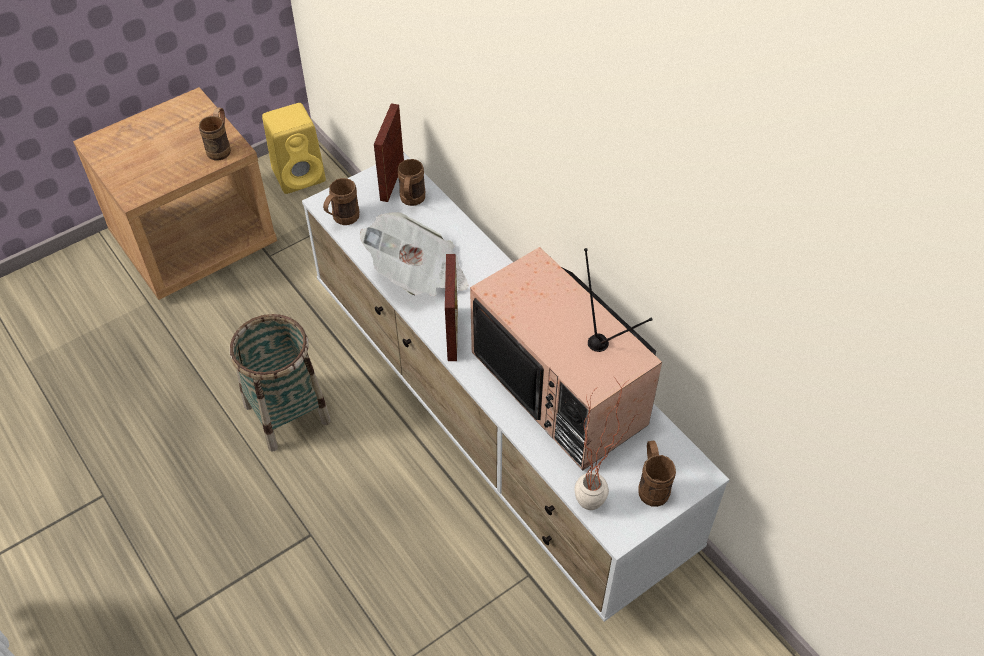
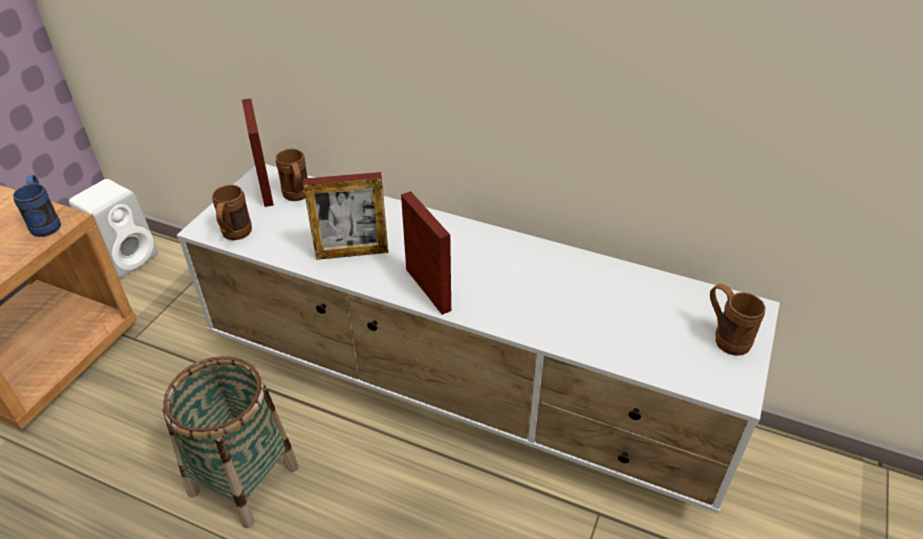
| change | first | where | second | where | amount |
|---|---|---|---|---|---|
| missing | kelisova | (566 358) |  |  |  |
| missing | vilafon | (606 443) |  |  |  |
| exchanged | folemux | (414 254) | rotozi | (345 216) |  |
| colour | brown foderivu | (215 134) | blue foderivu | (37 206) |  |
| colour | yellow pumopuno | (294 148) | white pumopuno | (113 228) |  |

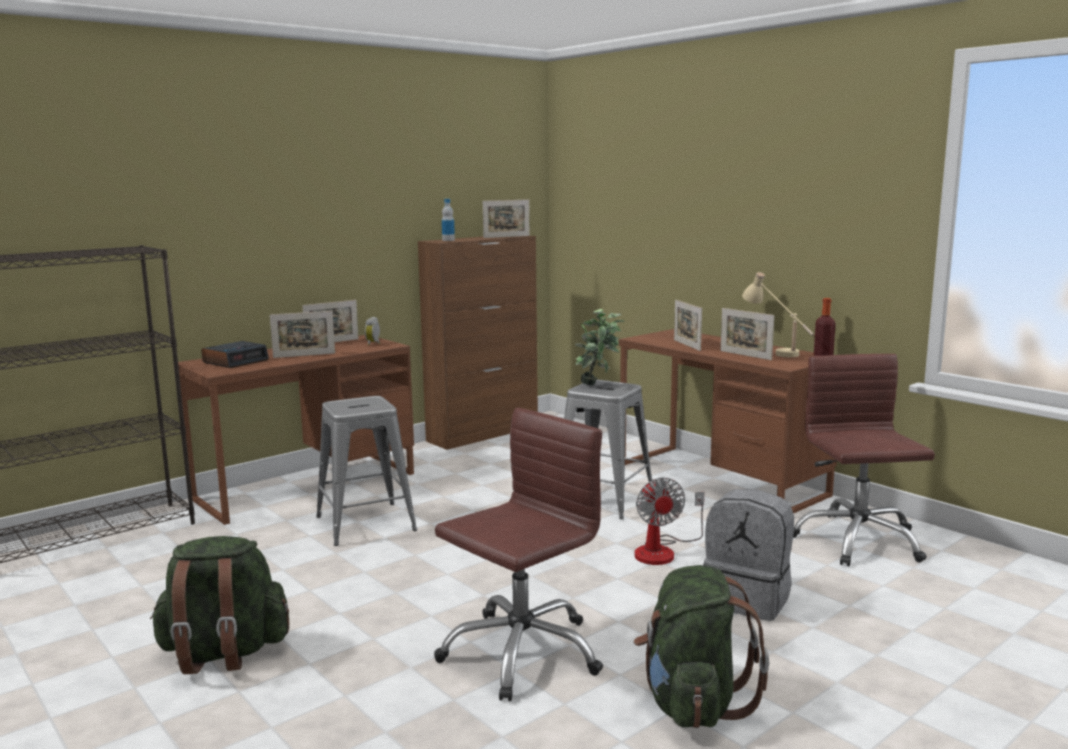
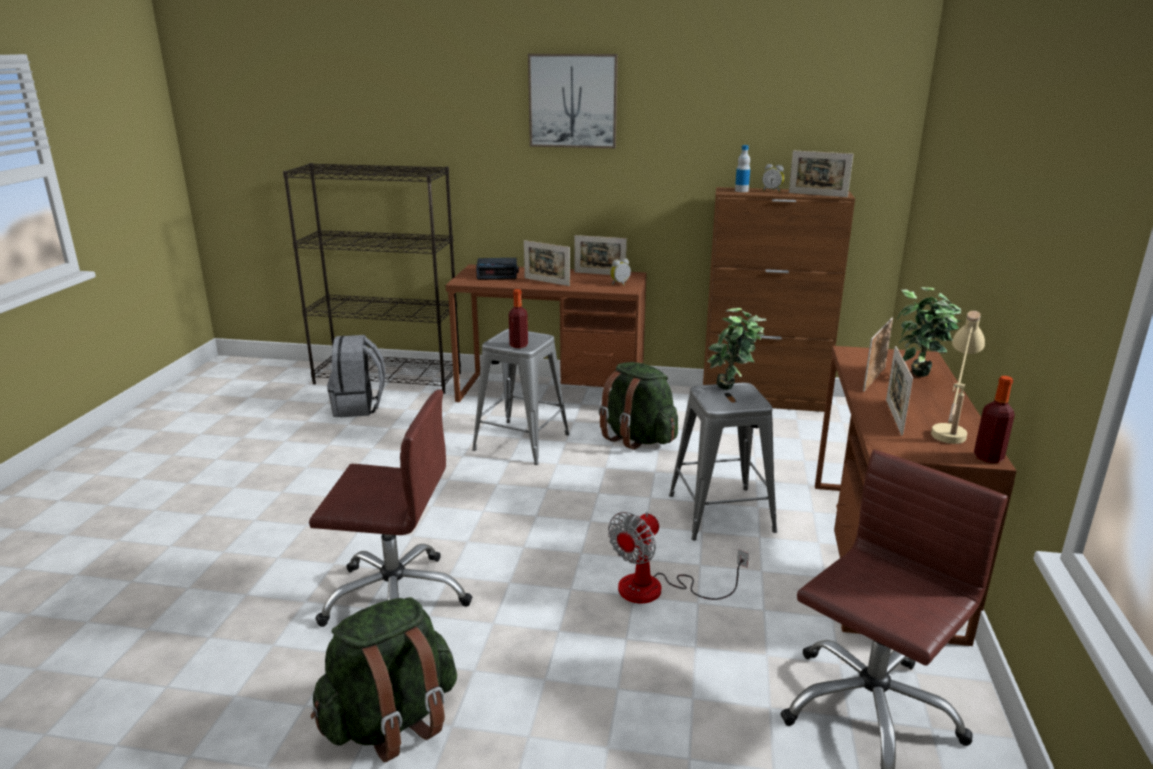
| change | first | where | second | where | amount |
|---|---|---|---|---|---|
| appeared |  |  | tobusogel | (518 318) |  |
| appeared |  |  | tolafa | (573 101) |  |
| appeared |  |  | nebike | (773 178) |  |
| appeared |  |  | vilafon | (929 332) |  |
| relocated | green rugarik | (219 605) |  | (638 406) |  |
| relocated | grey rugarik | (748 555) |  | (356 376) |  |

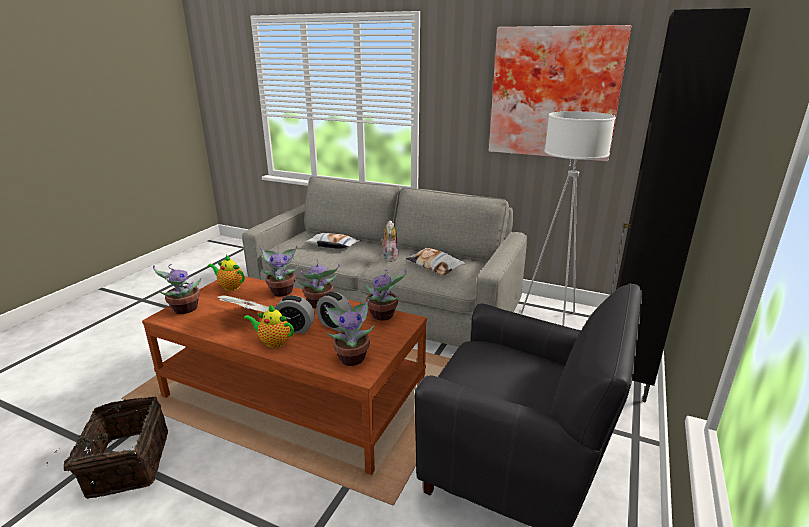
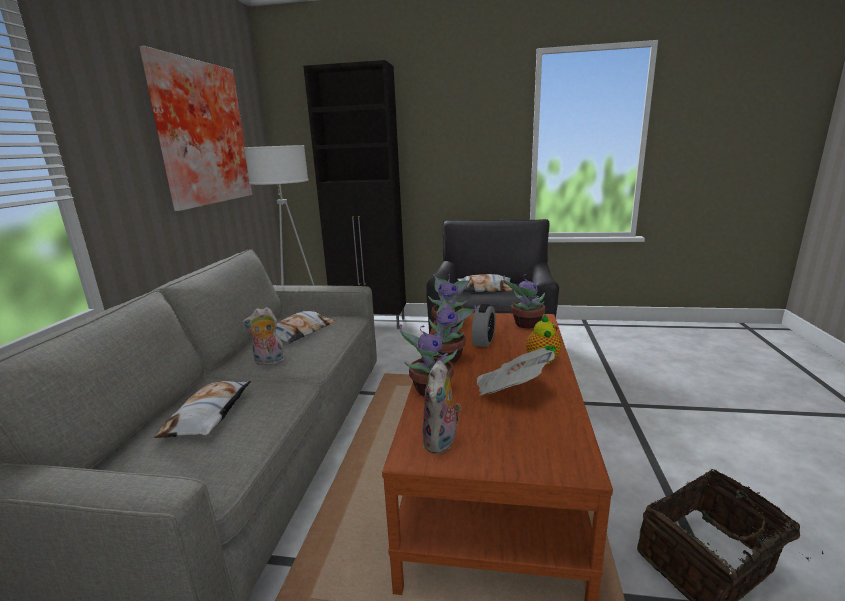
| change | first | where | second | where | amount |
|---|---|---|---|---|---|
| missing | vilafon | (177 289) |  |  |  |
| missing | nebike | (295 314) |  |  |  |
| appeared |  |  | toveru | (485 283) |  |
| exchanged | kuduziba | (226 273) | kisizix | (441 407) |  |

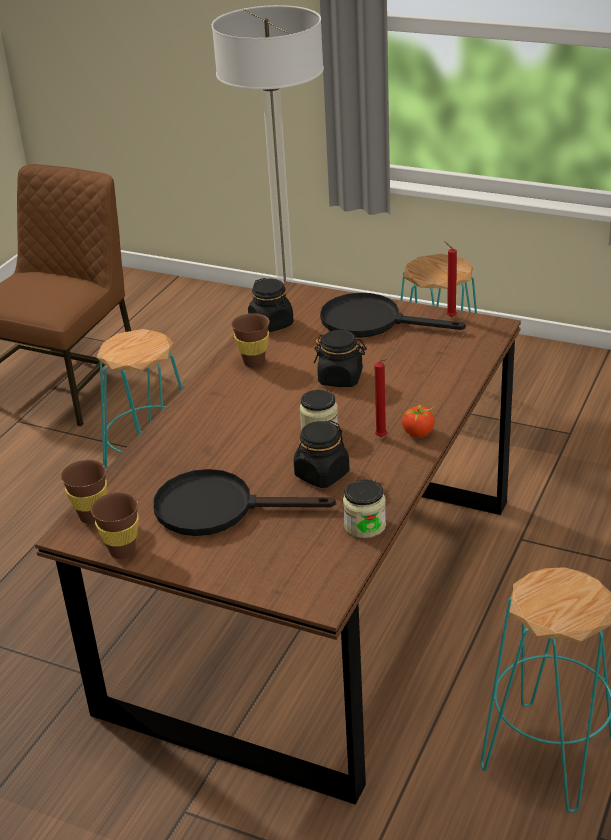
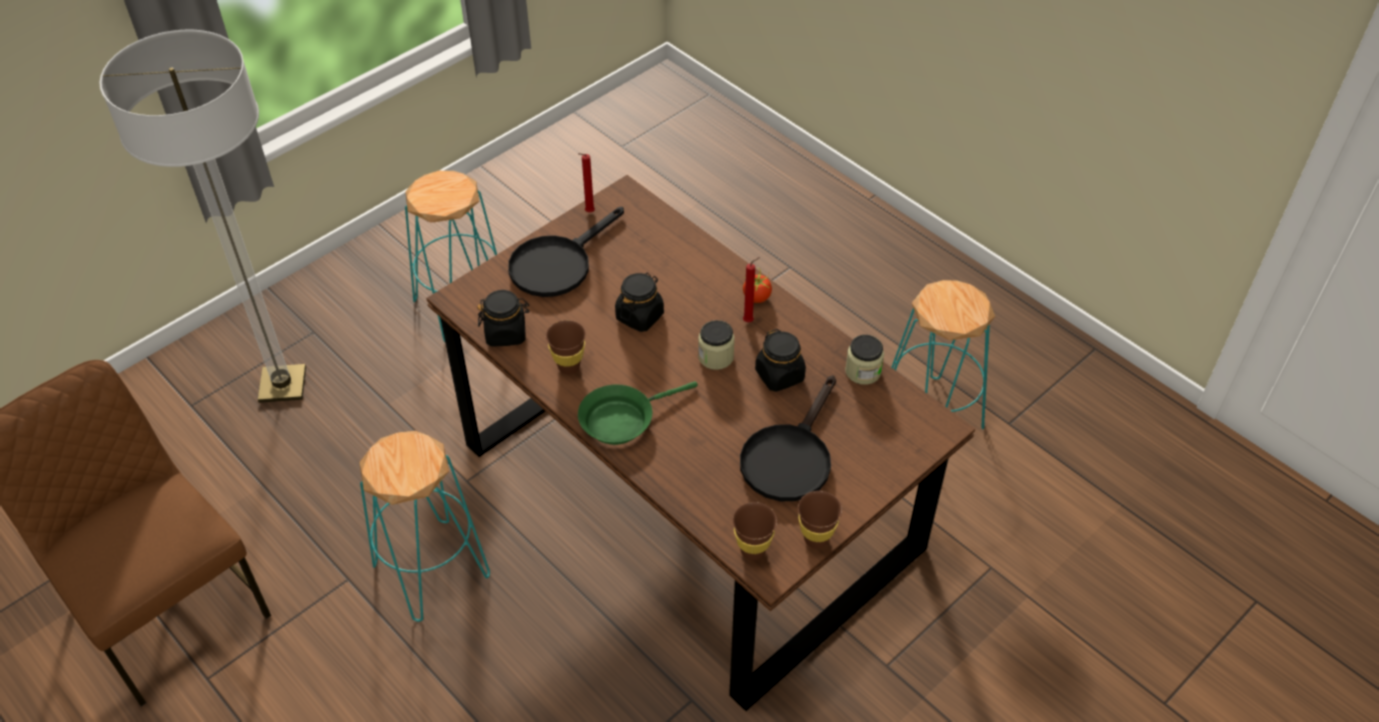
| change | first | where | second | where | amount |
|---|---|---|---|---|---|
| appeared |  |  | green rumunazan | (638 413) |  |

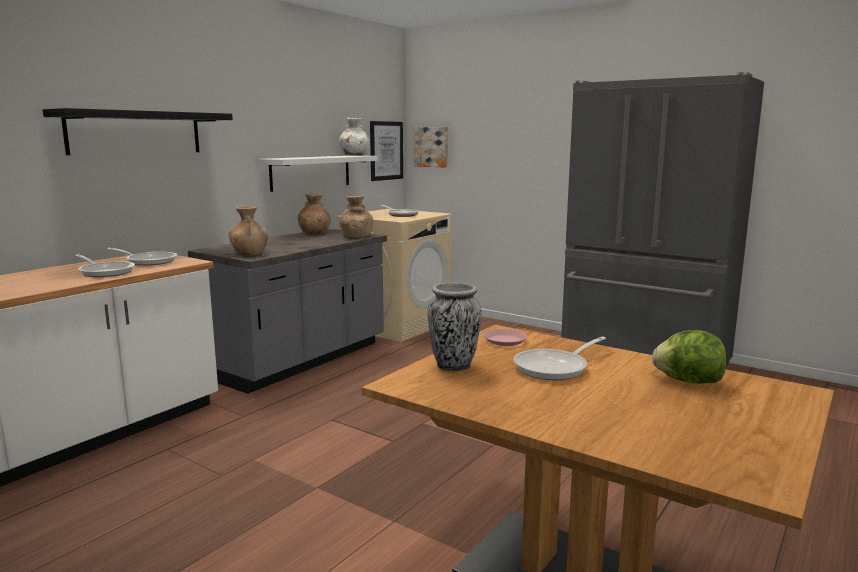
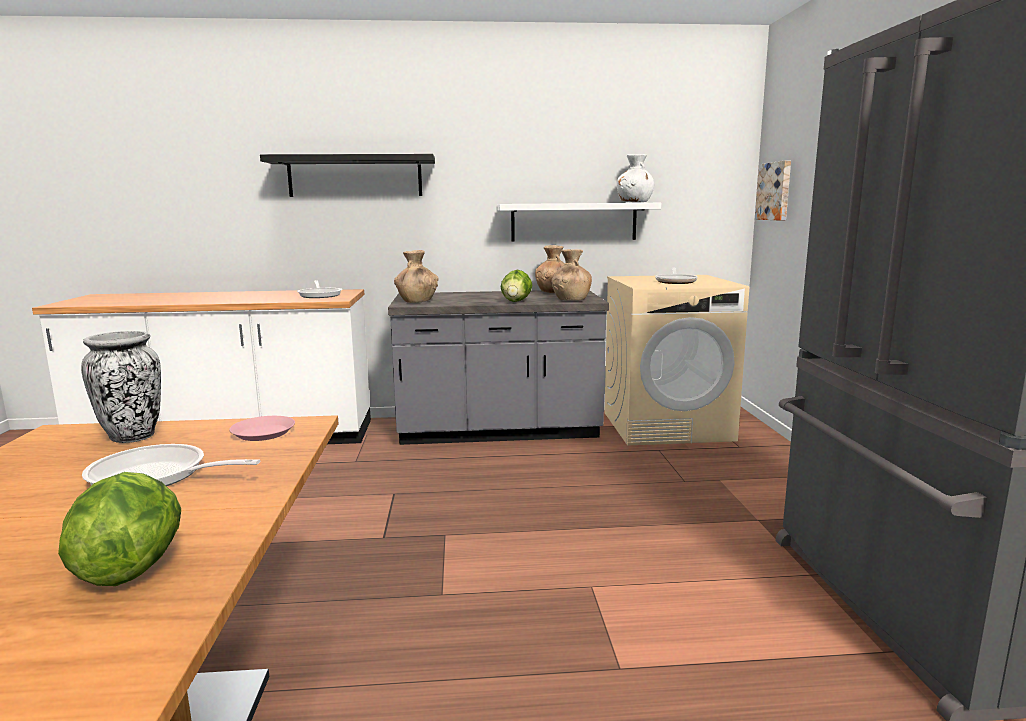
| change | first | where | second | where | amount |
|---|---|---|---|---|---|
| missing | rumunazan | (105 265) |  |  |  |
| missing | tolafa | (386 151) |  |  |  |
| appeared |  |  | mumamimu | (516 286) |  |

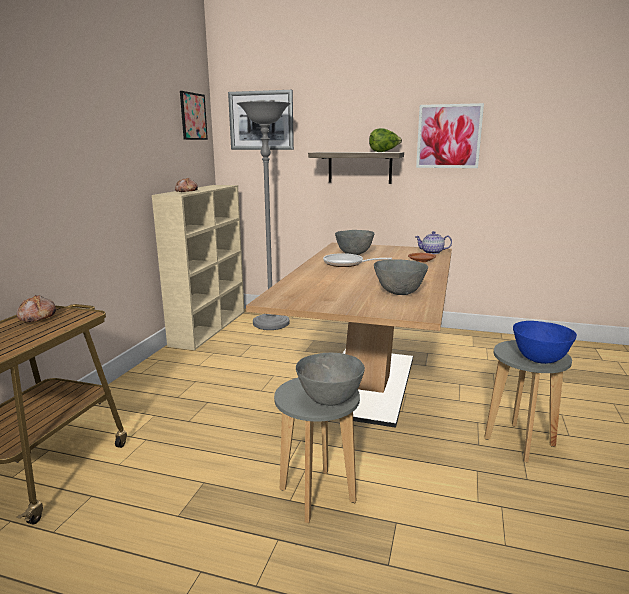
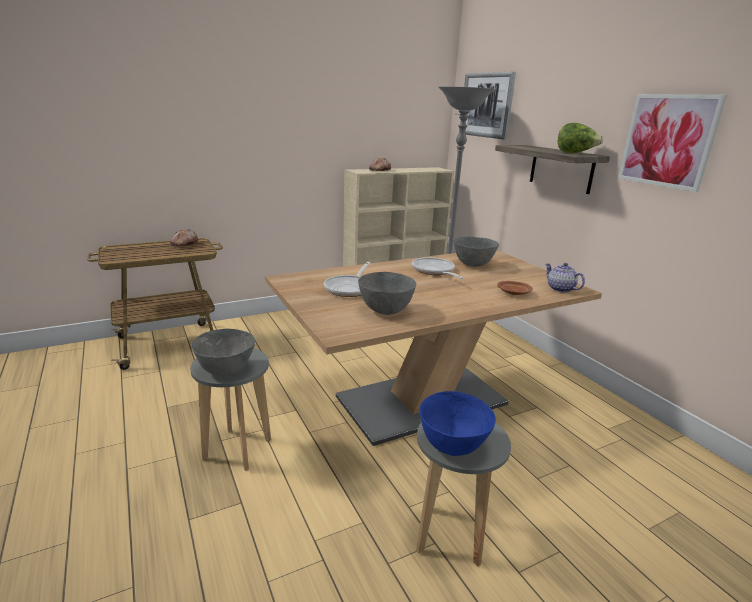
| change | first | where | second | where | amount |
|---|---|---|---|---|---|
| missing | tolafa | (194 115) |  |  |  |
| appeared |  |  | rumunazan | (347 279) |  |

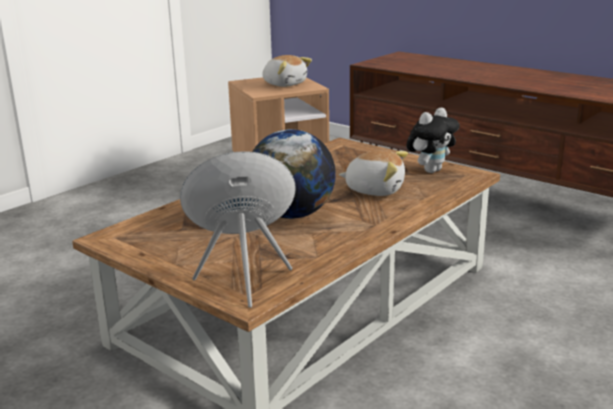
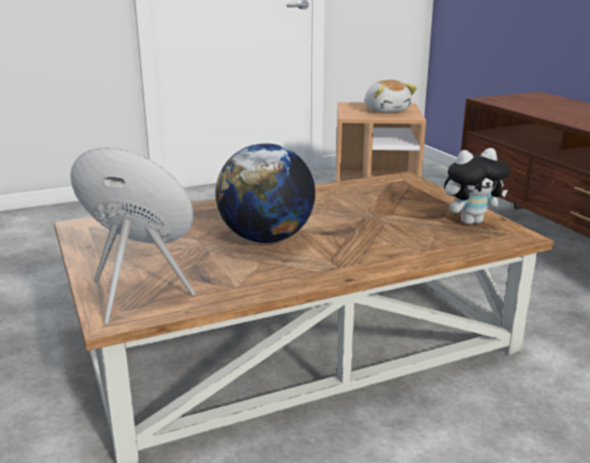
| change | first | where | second | where | amount |
|---|---|---|---|---|---|
| missing | kisizix | (373 173) |  |  |  |

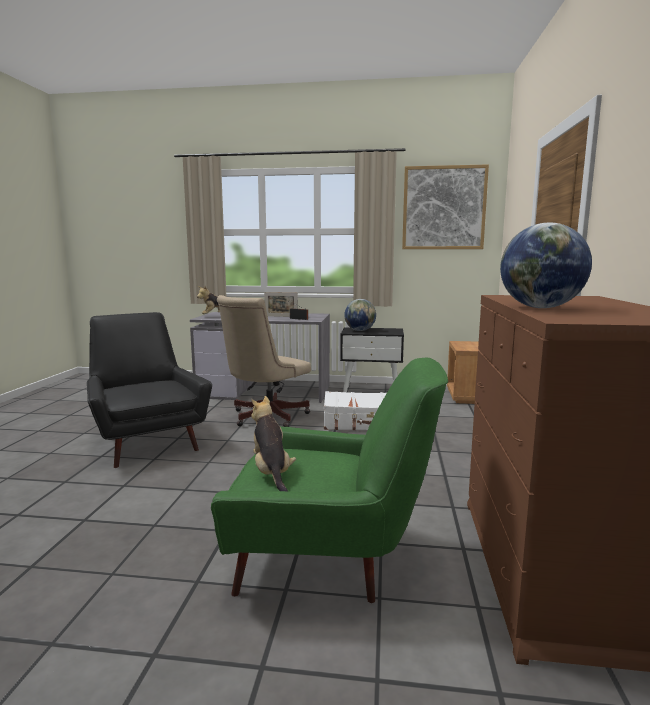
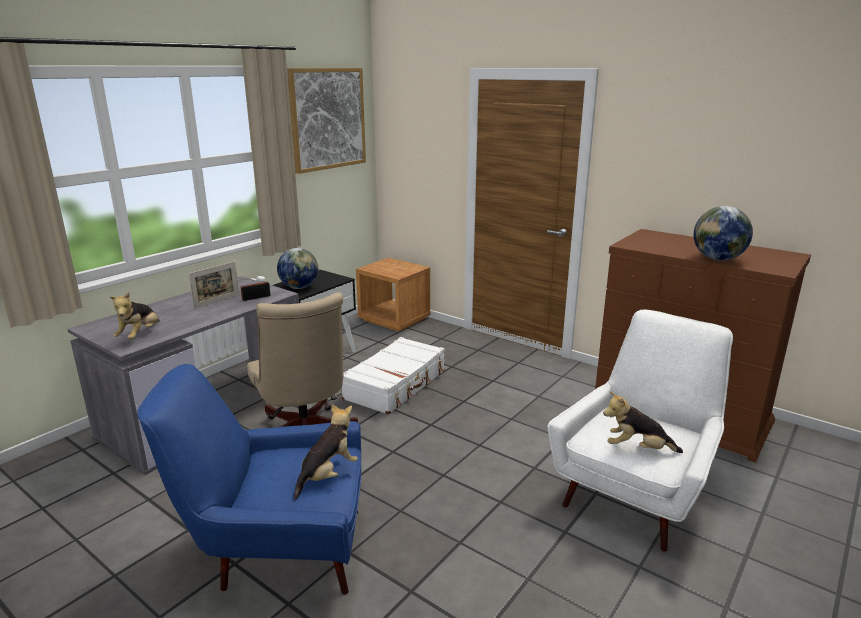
| change | first | where | second | where | amount |
|---|---|---|---|---|---|
| appeared |  |  | kisizix | (325 452) |  |
| colour | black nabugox | (149 390) | blue nabugox | (249 479) |  |
| colour | green nabugox | (329 480) | white nabugox | (640 430) |  |

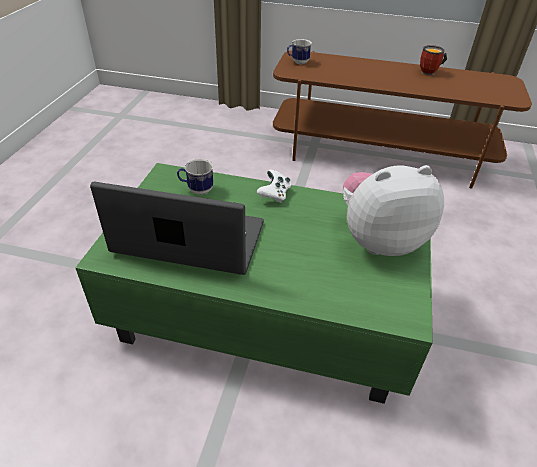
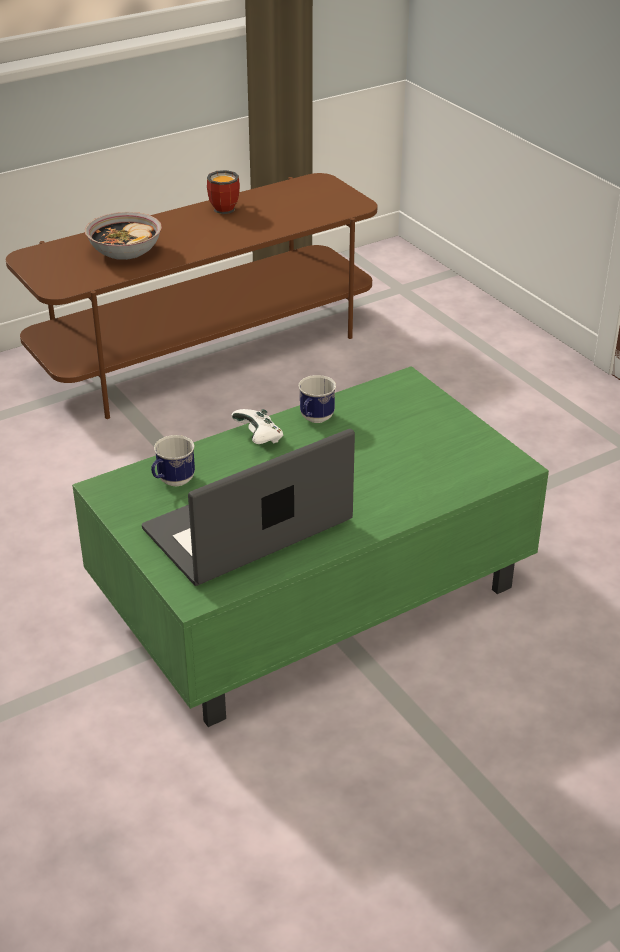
| change | first | where | second | where | amount |
|---|---|---|---|---|---|
| missing | kisizix | (393 210) |  |  |  |
| appeared |  |  | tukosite | (123 236) |  |
| relocated | foderivu | (299 51) |  | (317 399) |  |

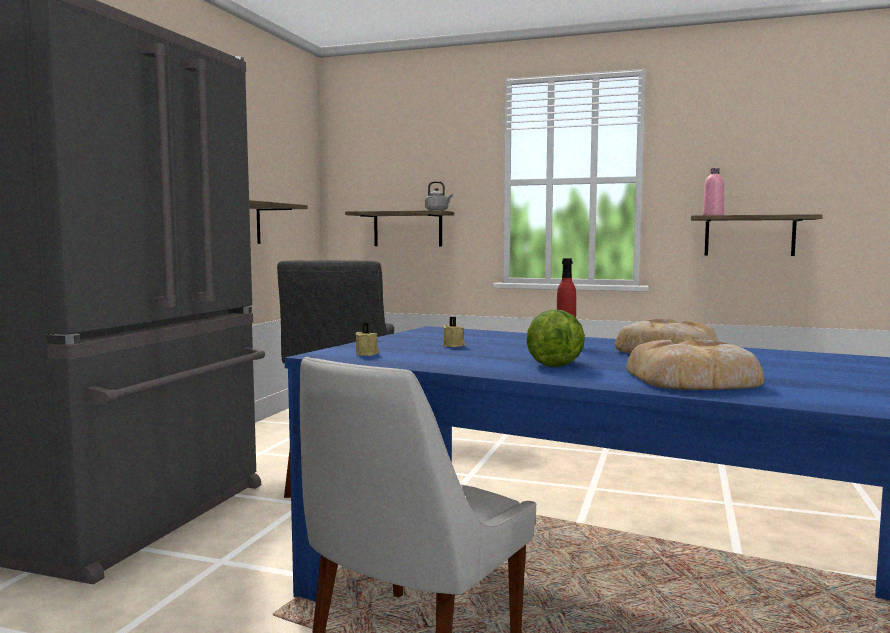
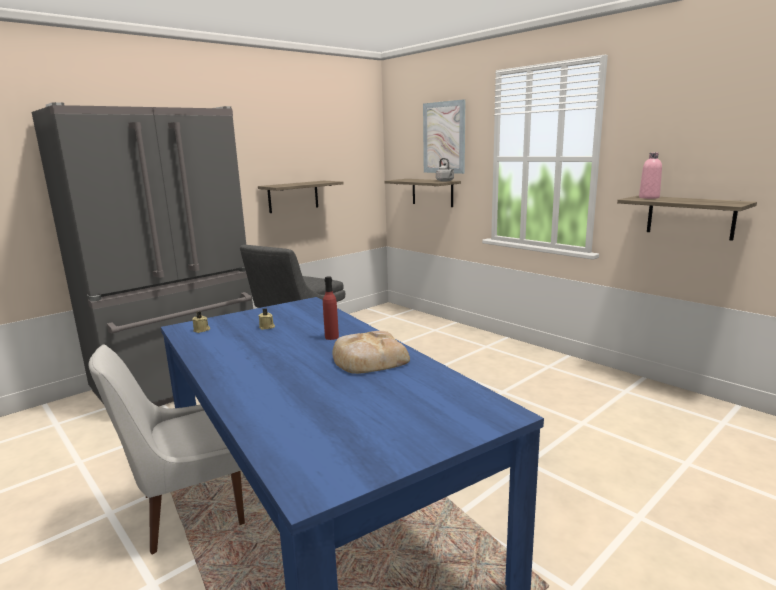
| change | first | where | second | where | amount |
|---|---|---|---|---|---|
| missing | mumamimu | (555 338) |  |  |  |
| missing | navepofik | (695 365) |  |  |  |
| appeared |  |  | tolafa | (444 136) |  |

